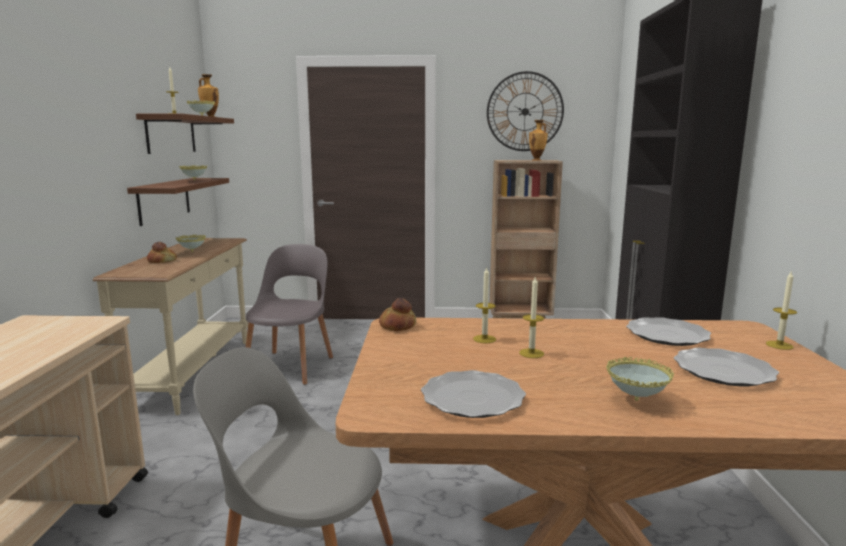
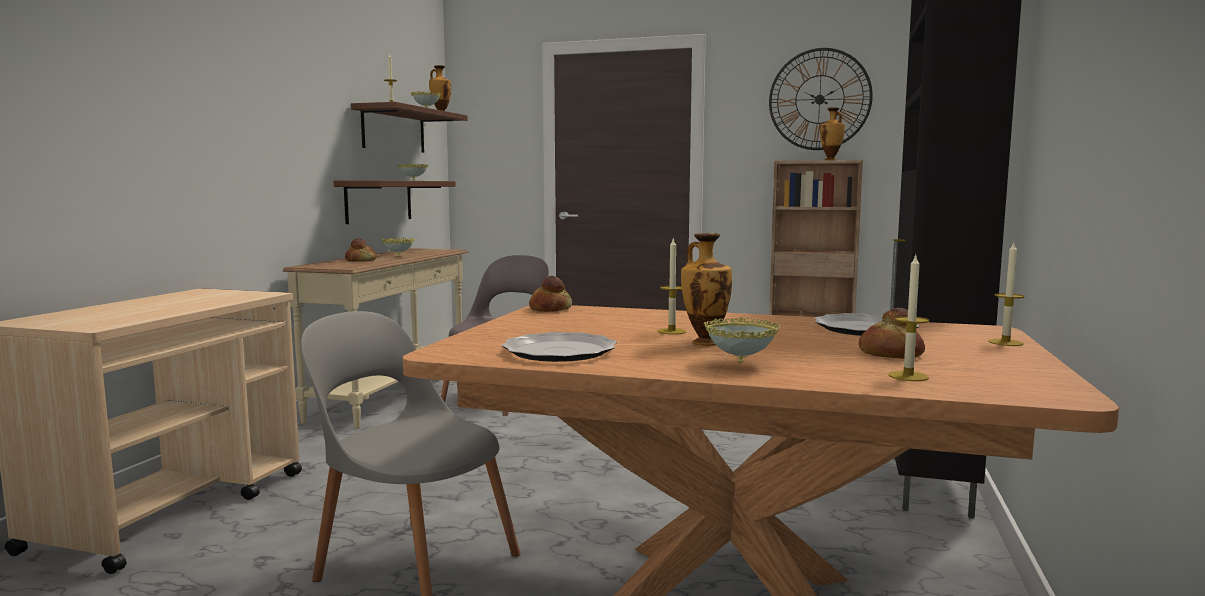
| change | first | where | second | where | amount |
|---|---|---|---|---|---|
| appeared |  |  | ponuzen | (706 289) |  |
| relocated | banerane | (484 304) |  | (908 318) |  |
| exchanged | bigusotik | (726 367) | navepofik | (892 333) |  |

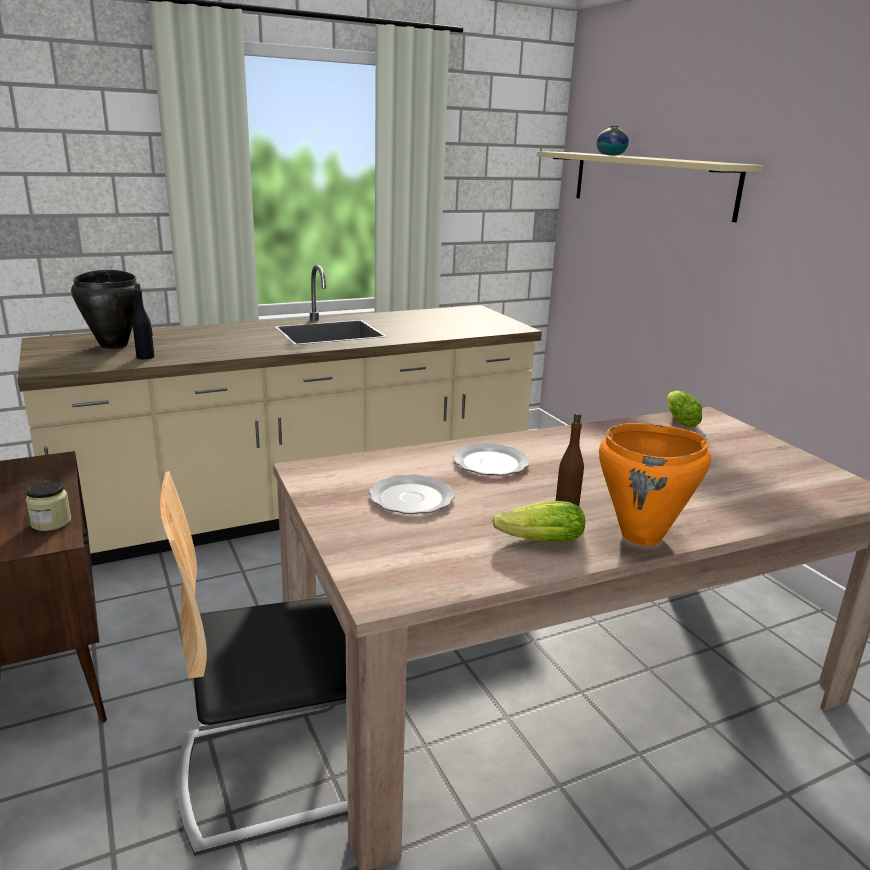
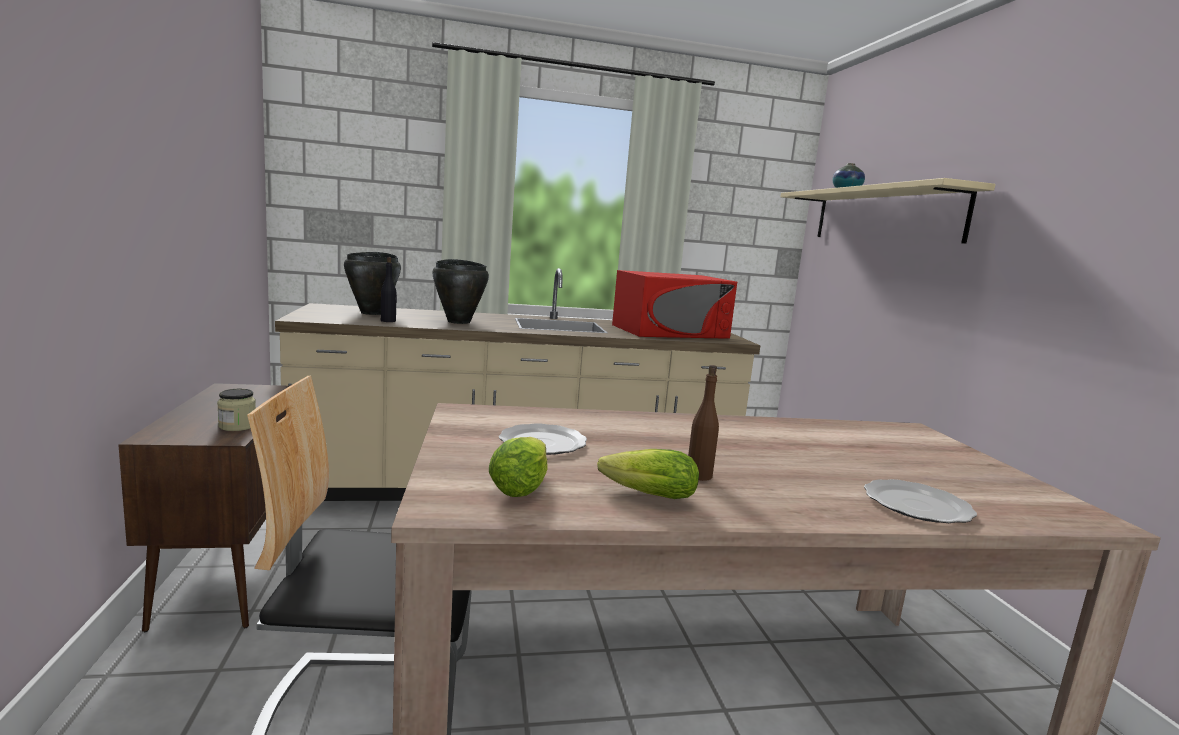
| change | first | where | second | where | amount |
|---|---|---|---|---|---|
| missing | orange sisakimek | (655 484) |  |  |  |
| appeared |  |  | black sisakimek | (460 291) |  |
| appeared |  |  | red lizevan | (674 304) |  |
| relocated | bigusotik | (491 459) |  | (920 501) |  |
| relocated | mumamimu | (684 409) |  | (518 467) |  |

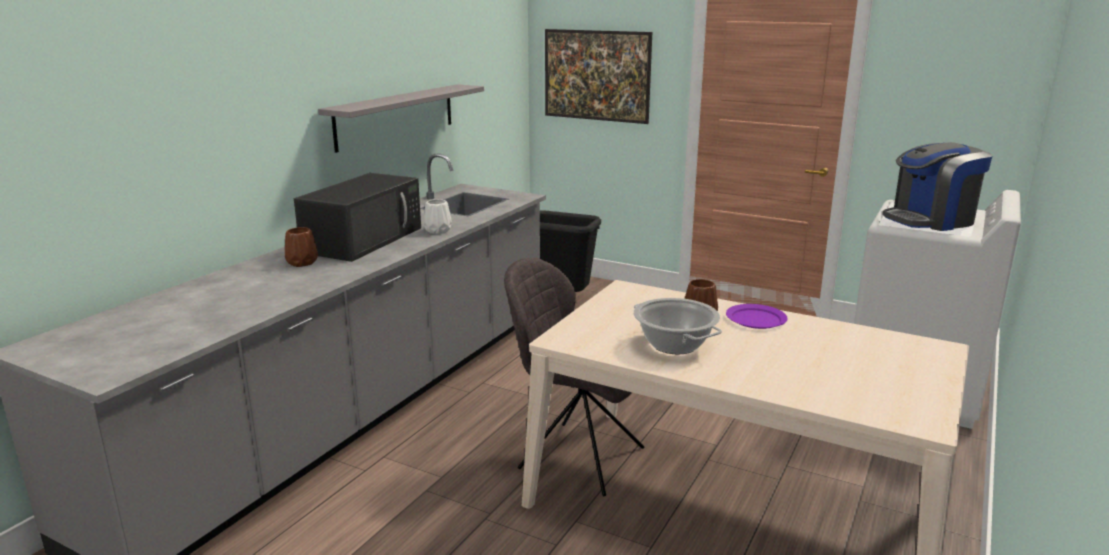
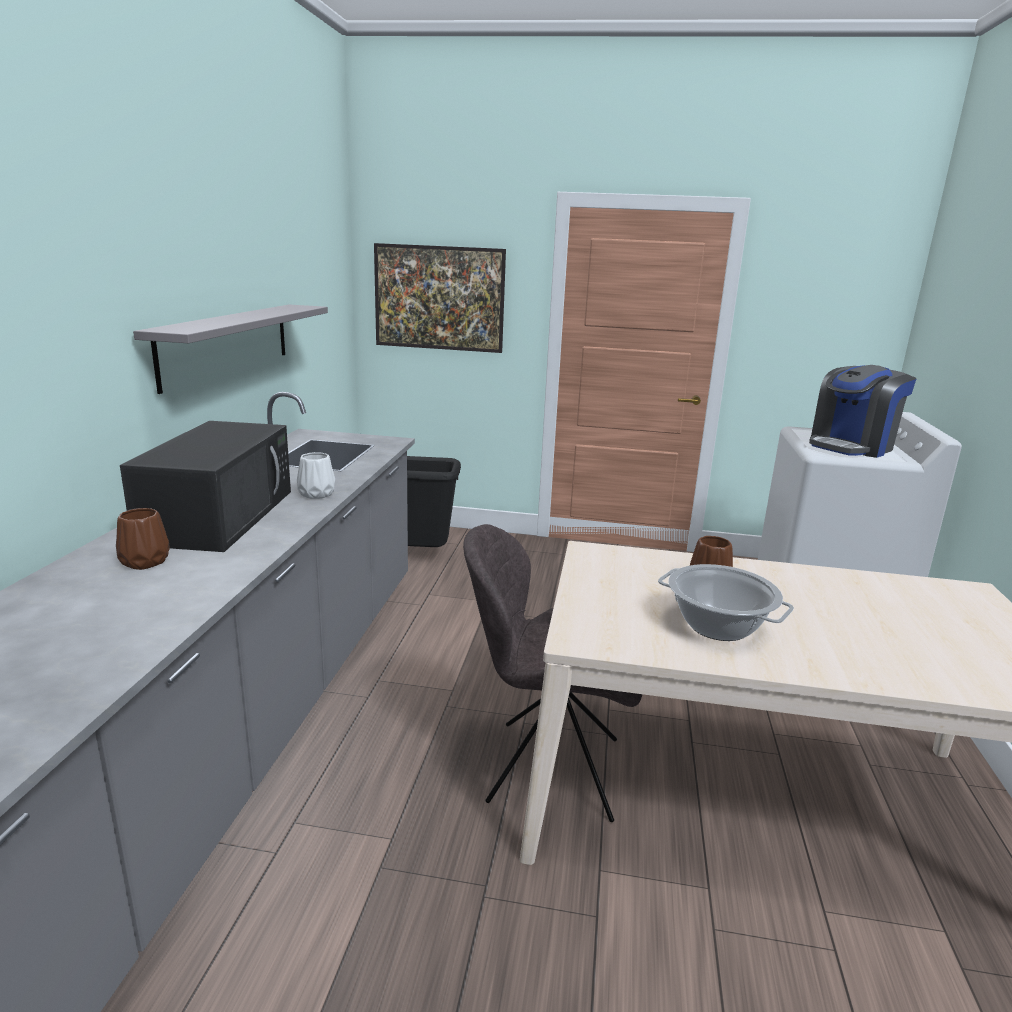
| change | first | where | second | where | amount |
|---|---|---|---|---|---|
| missing | purple bigusotik | (757 316) |  |  |  |

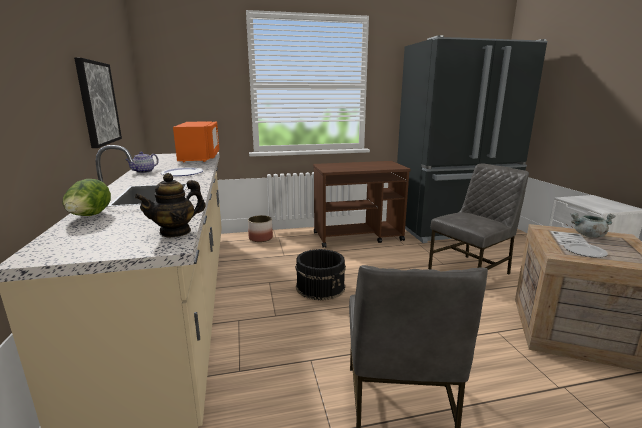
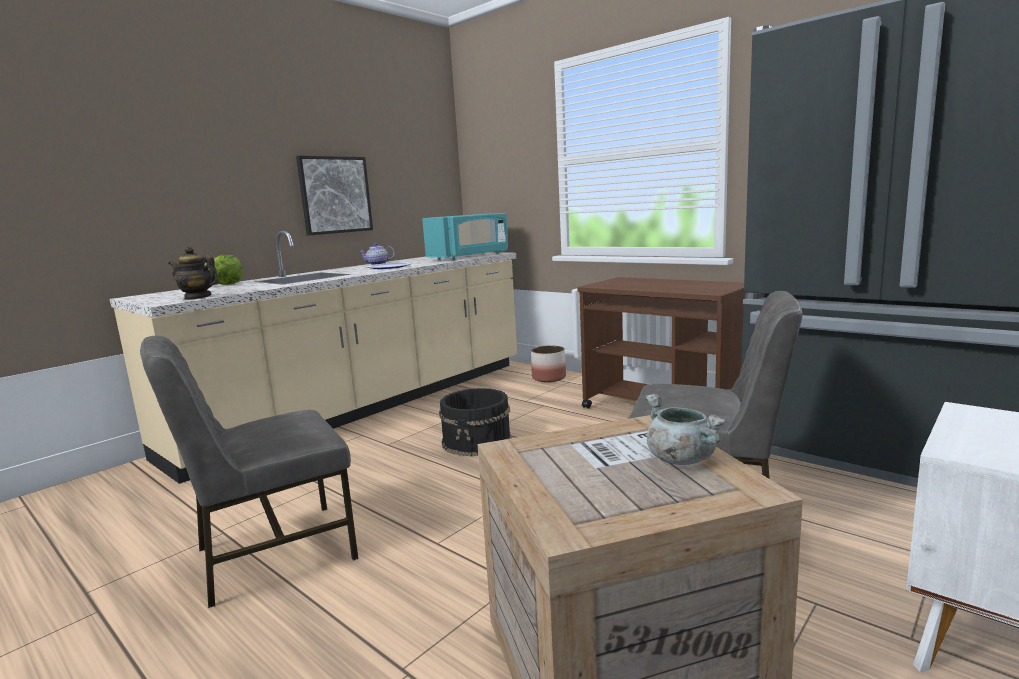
| change | first | where | second | where | amount |
|---|---|---|---|---|---|
| missing | bigusotik | (586 250) |  |  |  |
| colour | orange lizevan | (196 141) | turquoise lizevan | (465 236) |  |

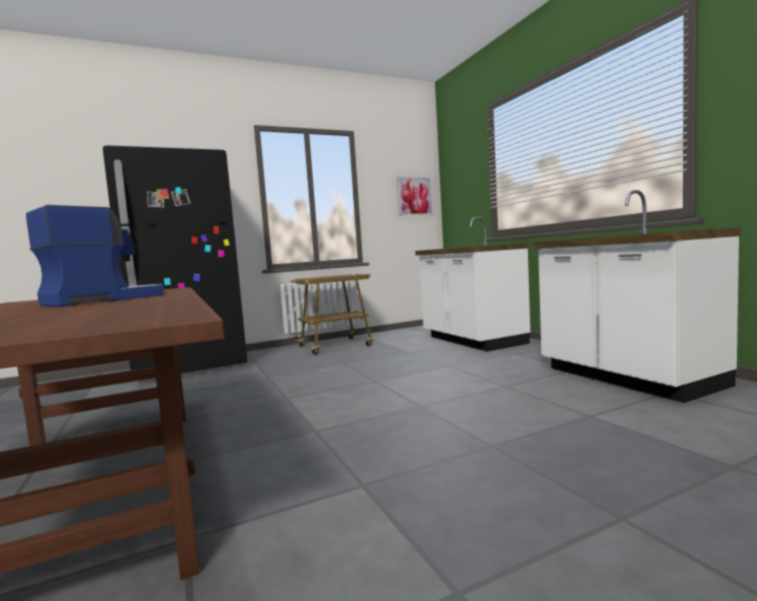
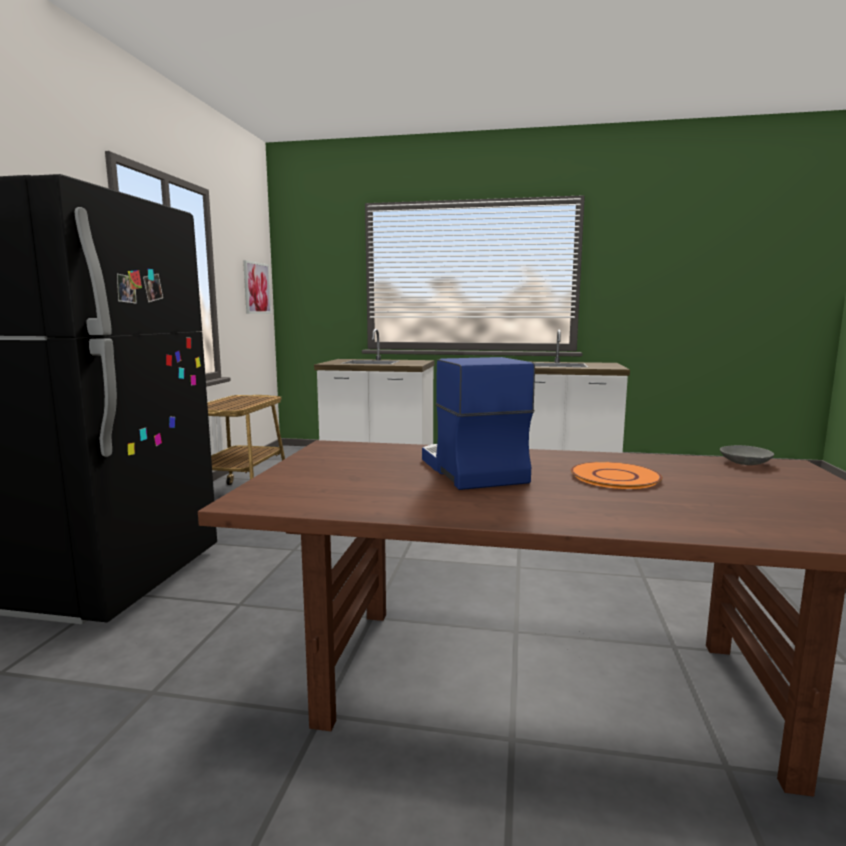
| change | first | where | second | where | amount |
|---|---|---|---|---|---|
| appeared |  |  | orange bigusotik | (616 475) |  |
| appeared |  |  | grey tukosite | (747 455) |  |

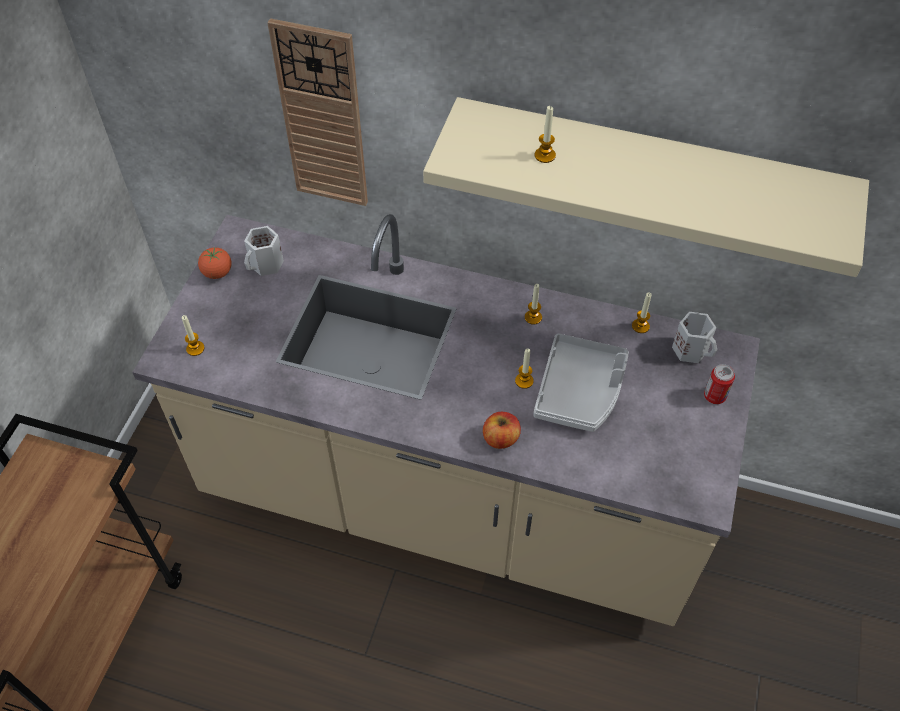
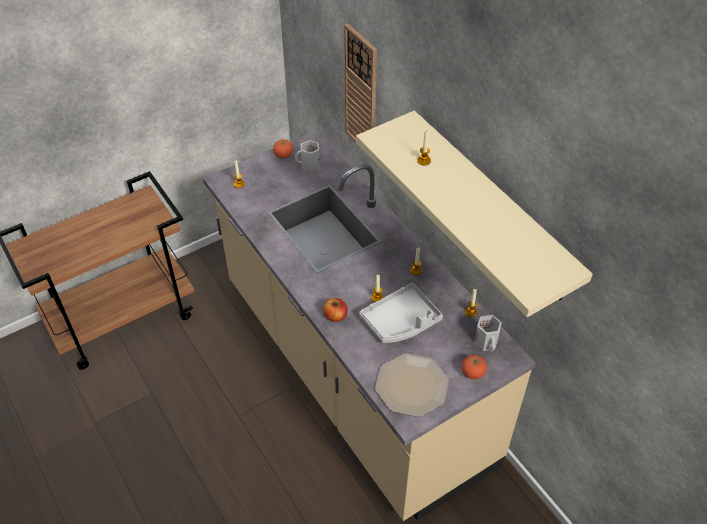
| change | first | where | second | where | amount |
|---|---|---|---|---|---|
| appeared |  |  | bigusotik | (412 385) |  |
| exchanged | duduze | (719 384) | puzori | (474 367) |  |

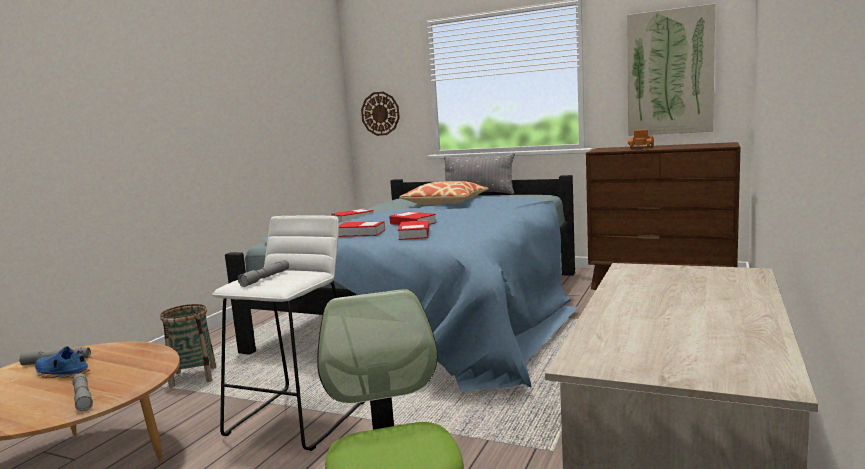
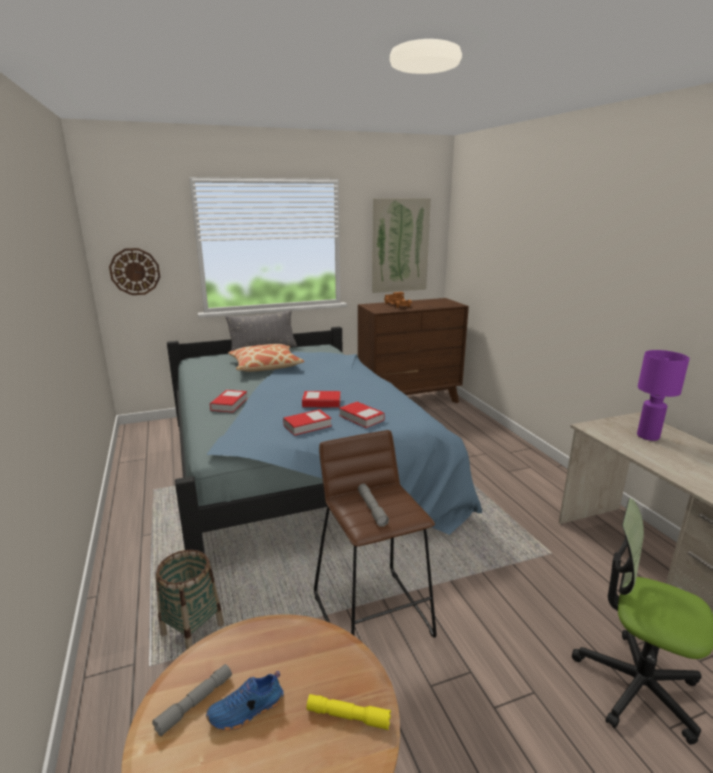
| change | first | where | second | where | amount |
|---|---|---|---|---|---|
| appeared |  |  | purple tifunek | (663 395) |  |
| colour | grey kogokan | (83 392) | yellow kogokan | (348 712) |  |
| colour | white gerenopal | (288 333) | brown gerenopal | (375 534) |  |

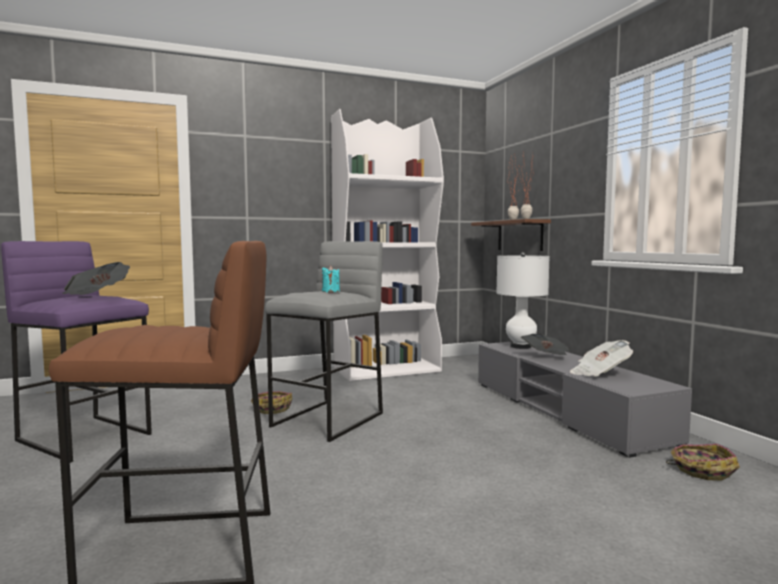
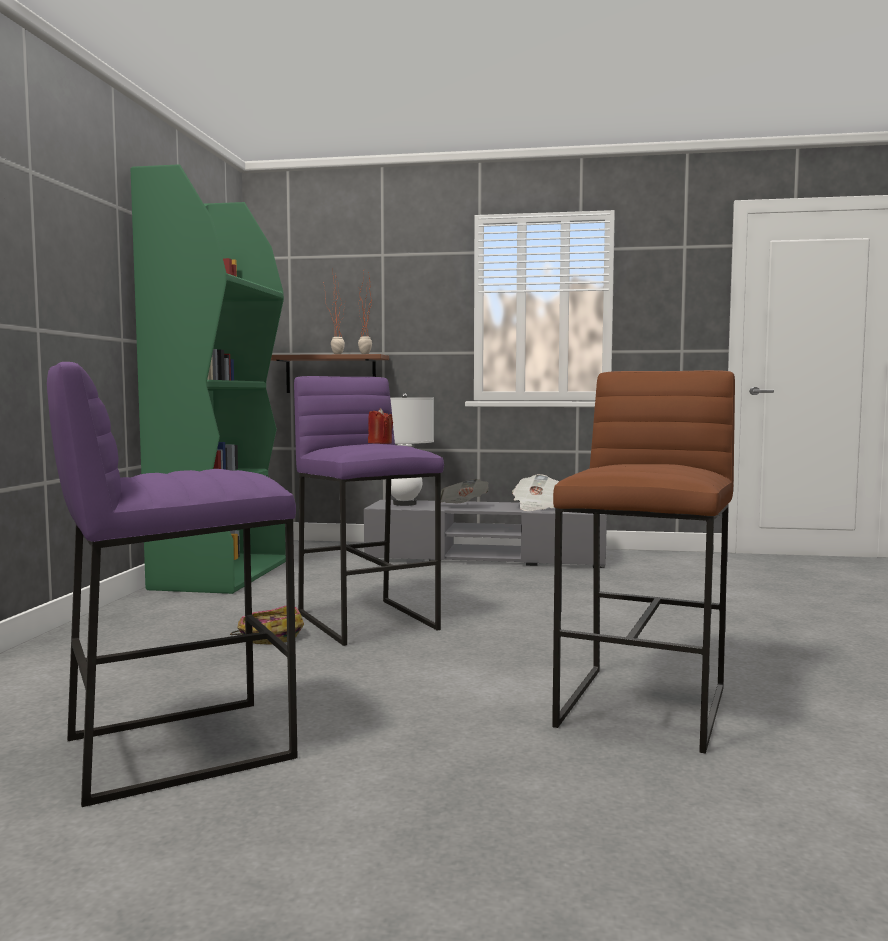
| change | first | where | second | where | amount |
|---|---|---|---|---|---|
| missing | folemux | (96 278) |  |  |  |
| missing | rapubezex | (703 462) |  |  |  |
| colour | grey gerenopal | (324 341) | purple gerenopal | (369 511) |  |
| colour | turquoise banerane | (331 279) | red banerane | (380 426) |  |
| colour | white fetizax | (387 245) | green fetizax | (208 379) |  |

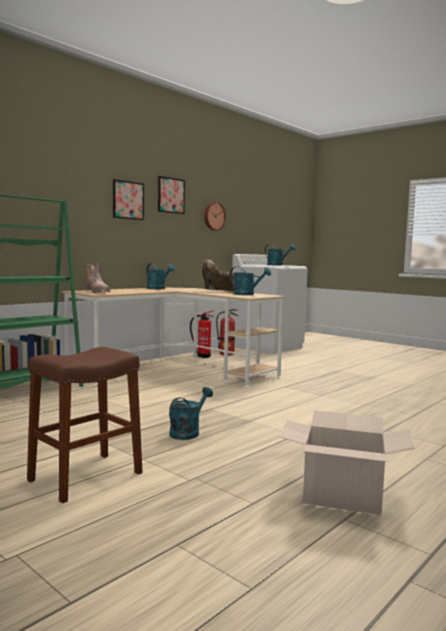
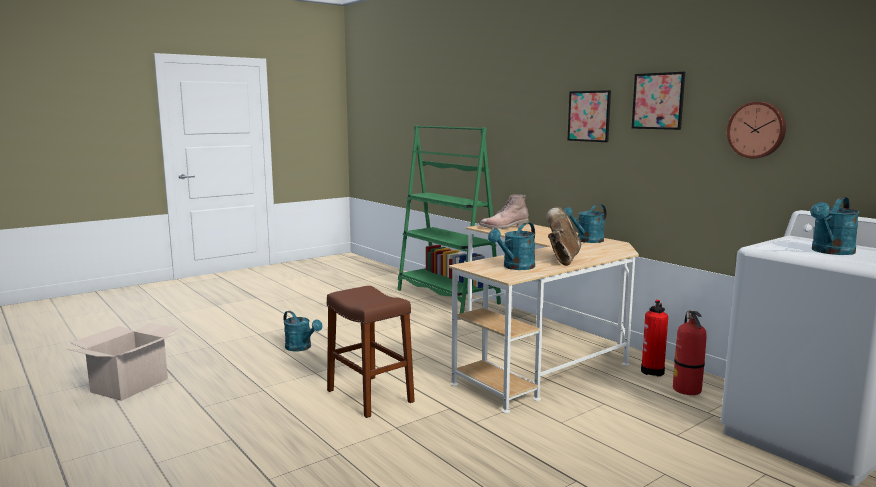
| change | first | where | second | where | amount |
|---|---|---|---|---|---|
| relocated | brown gerenopal | (85 425) |  | (371 352) |  |

